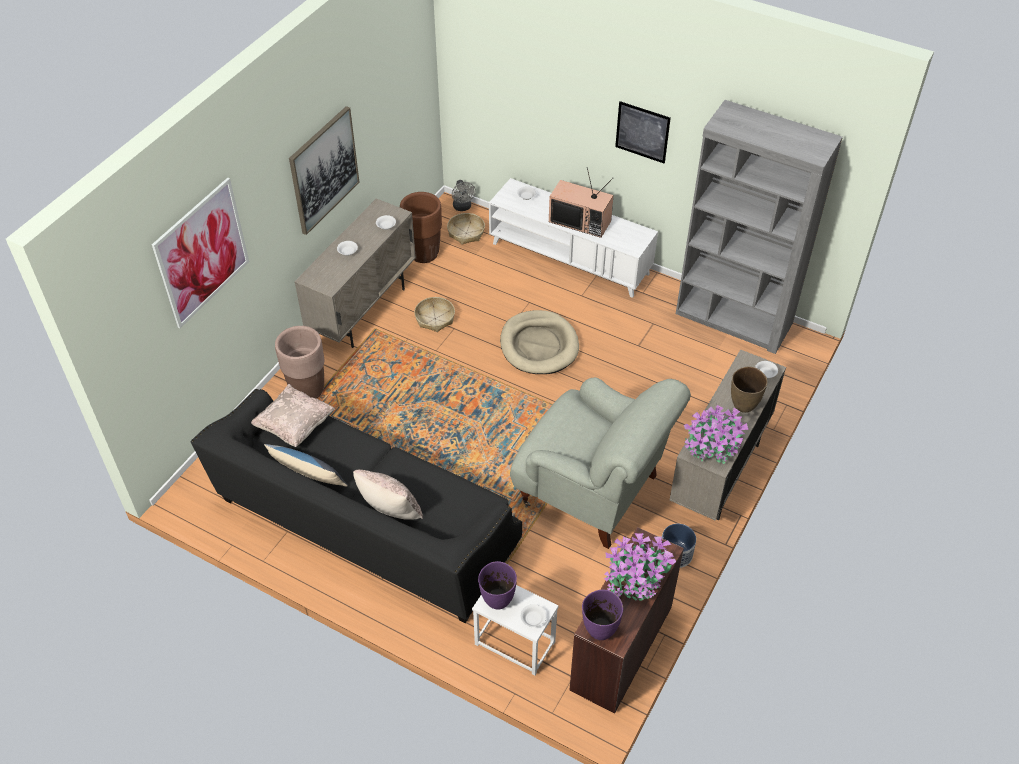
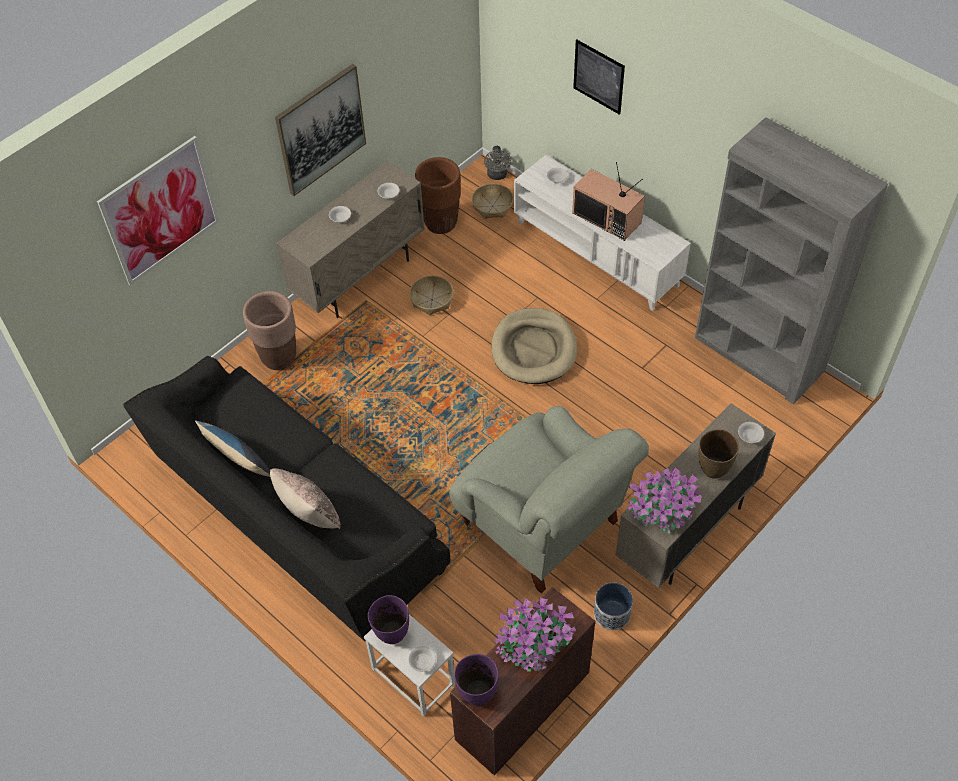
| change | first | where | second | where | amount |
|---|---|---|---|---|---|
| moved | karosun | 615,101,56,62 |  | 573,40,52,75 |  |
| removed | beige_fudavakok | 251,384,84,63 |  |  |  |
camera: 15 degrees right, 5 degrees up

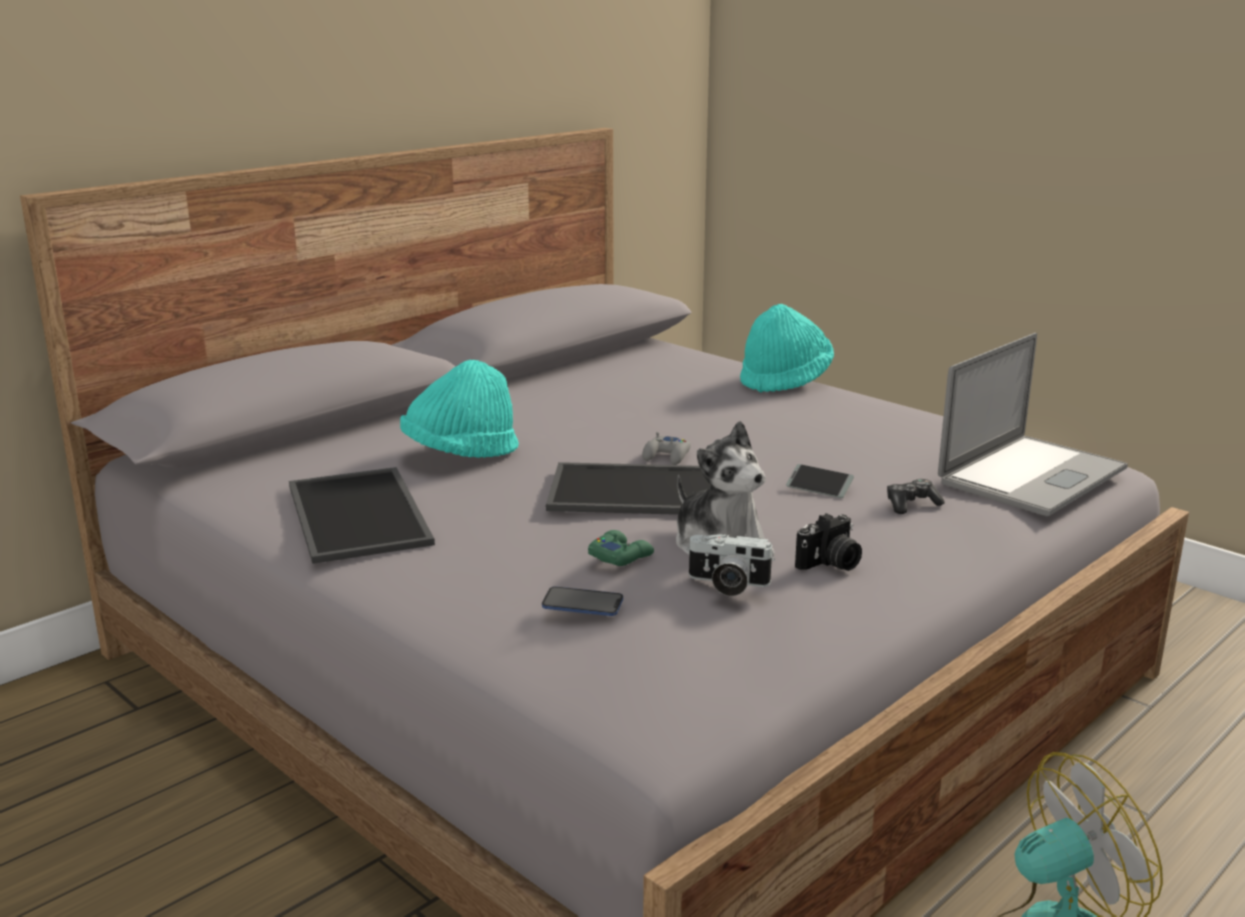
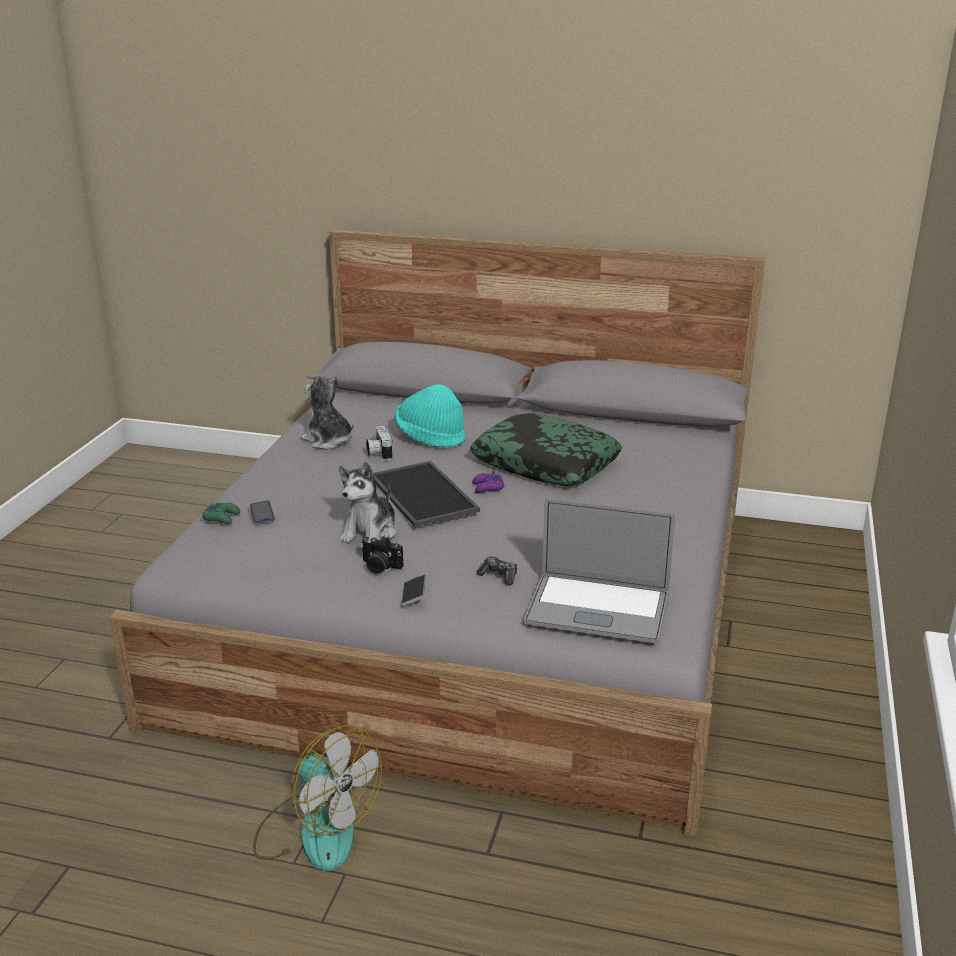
| change | first | where | second | where | amount |
|---|---|---|---|---|---|
| removed | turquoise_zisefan | 740,304,94,89 |  |  |  |
| recoloured | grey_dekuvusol | 642,432,49,33 | purple_dekuvusol | 472,471,32,22 |  |
| moved | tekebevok | 786,464,68,34 |  | 401,573,25,33 |  |
| replaced | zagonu | 289,467,146,97 | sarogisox | 301,374,53,75 |  |
| moved | green_dekuvusol | 588,530,66,36 |  | 202,502,38,22 |  |
| moved | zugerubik | 686,534,89,62 |  | 366,426,27,34 |  |
| added |  |  | fudavakok | 470,413,152,73 |  |
camera: 60 degrees right, 5 degrees up

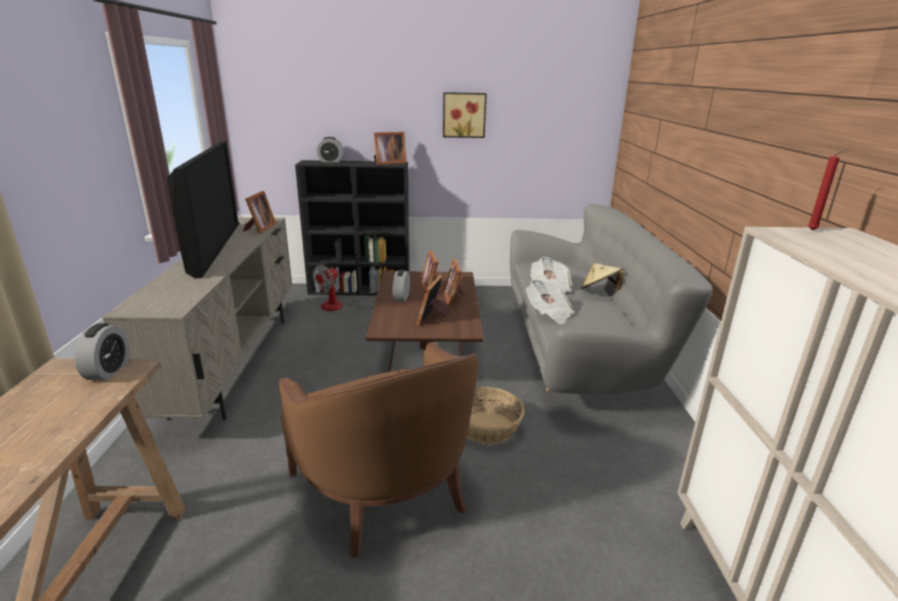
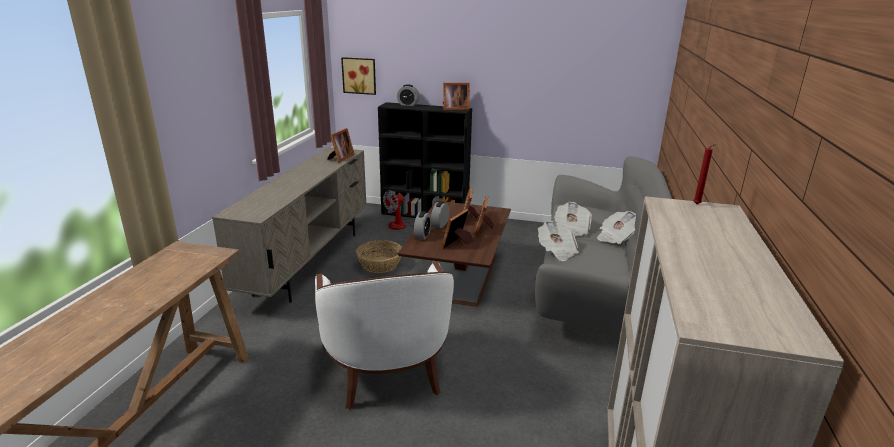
| change | first | where | second | where | amount |
|---|---|---|---|---|---|
| moved | karosun | 443,92,44,46 |  | 341,57,35,38 |  |
| removed | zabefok | 167,141,72,137 |  |  |  |
| replaced | beige_zisefan | 581,263,44,28 | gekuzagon | 597,211,39,33 |  |
| moved | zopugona | 74,323,55,58 |  | 414,211,17,29 |  |
| recoloured | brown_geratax | 279,342,199,216 | white_geratax | 315,262,139,147 |  |
| moved | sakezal | 467,387,58,58 |  | 356,240,46,33 |  |
camera: 15 degrees right, 0 degrees up

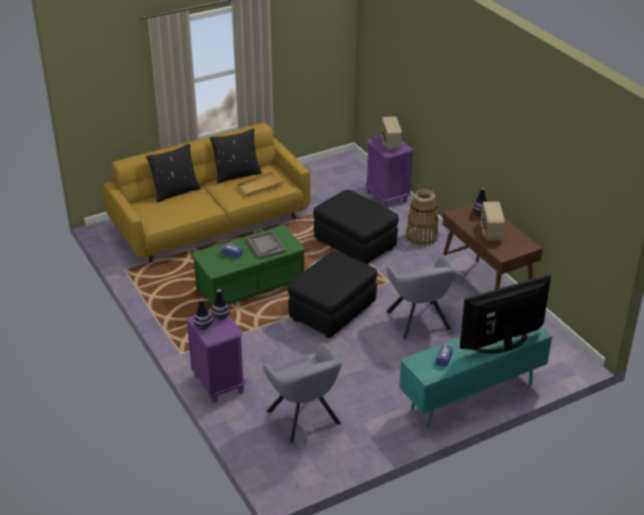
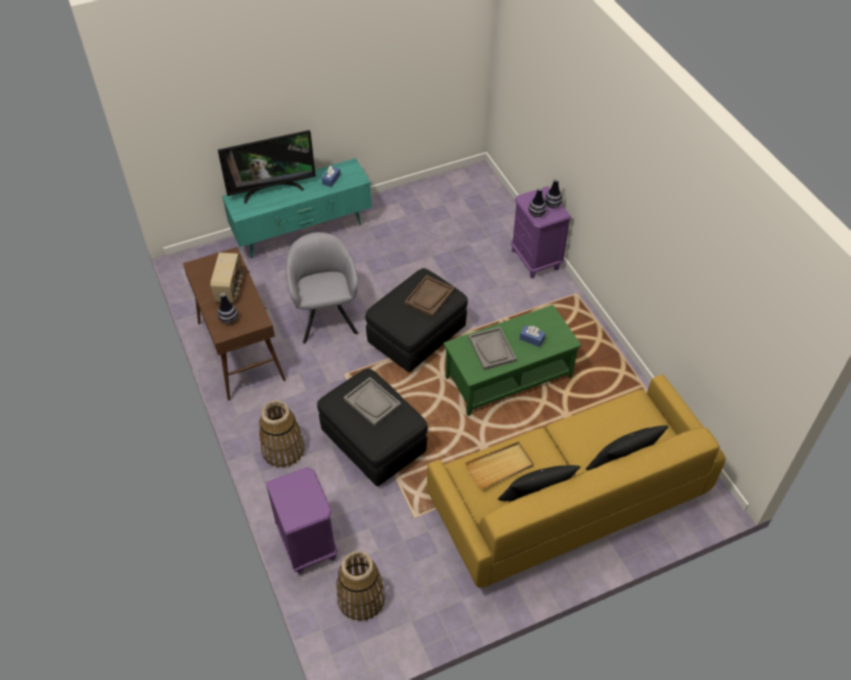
| change | first | where | second | where | amount |
|---|---|---|---|---|---|
| removed | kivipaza | 380,116,22,34 |  |  |  |
| removed | grey_geratax | 263,343,79,101 |  |  |  |
| added |  |  | brown_zagonu | 405,275,49,42 |  |
| added |  |  | grey_zagonu | 344,377,57,50 |  |
| added |  |  | sakezal | 337,551,48,70 |  |
camera: 175 degrees left, 15 degrees up

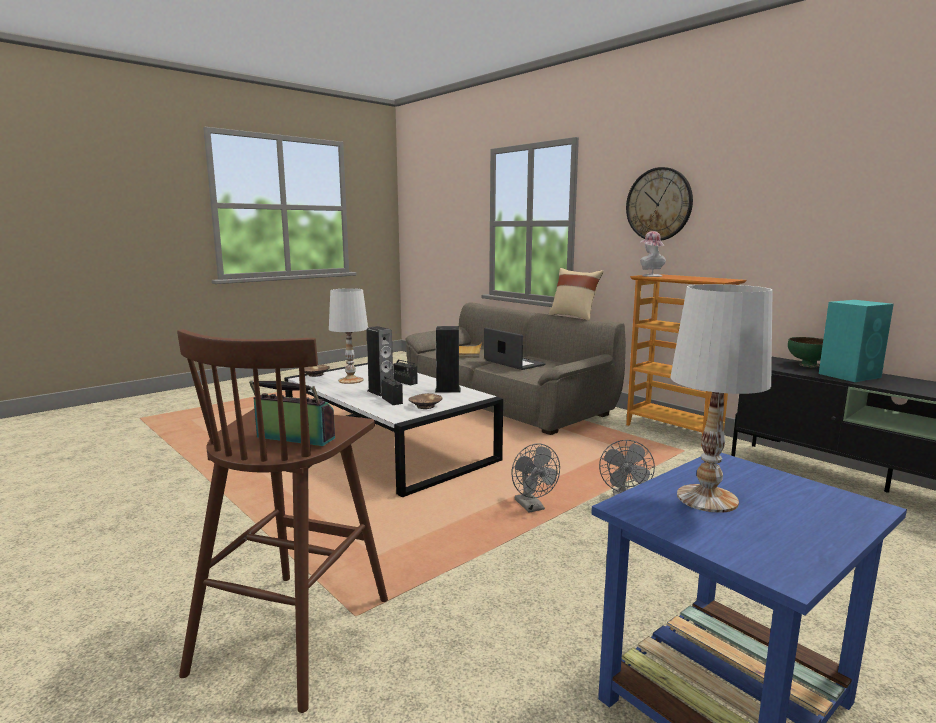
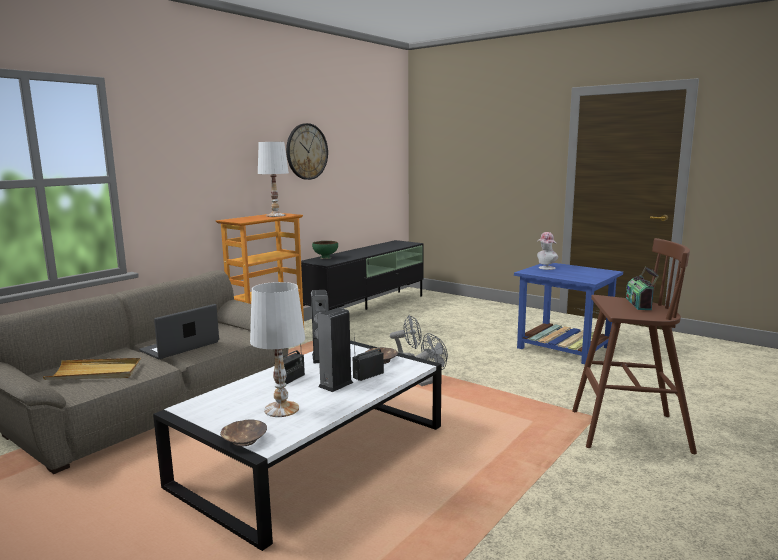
| change | first | where | second | where | amount |
|---|---|---|---|---|---|
| moved | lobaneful | 626,167,67,74 |  | 286,123,42,57 |  |
| moved | zisefan | 640,231,26,46 |  | 537,232,21,38 |  |
| removed | beige_fudavakok | 549,268,54,53 |  |  |  |
| moved | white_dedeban | 670,284,103,229 |  | 258,142,31,75 |  |
| removed | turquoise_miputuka | 819,300,75,82 |  |  |  |
camera: 100 degrees left, 0 degrees up

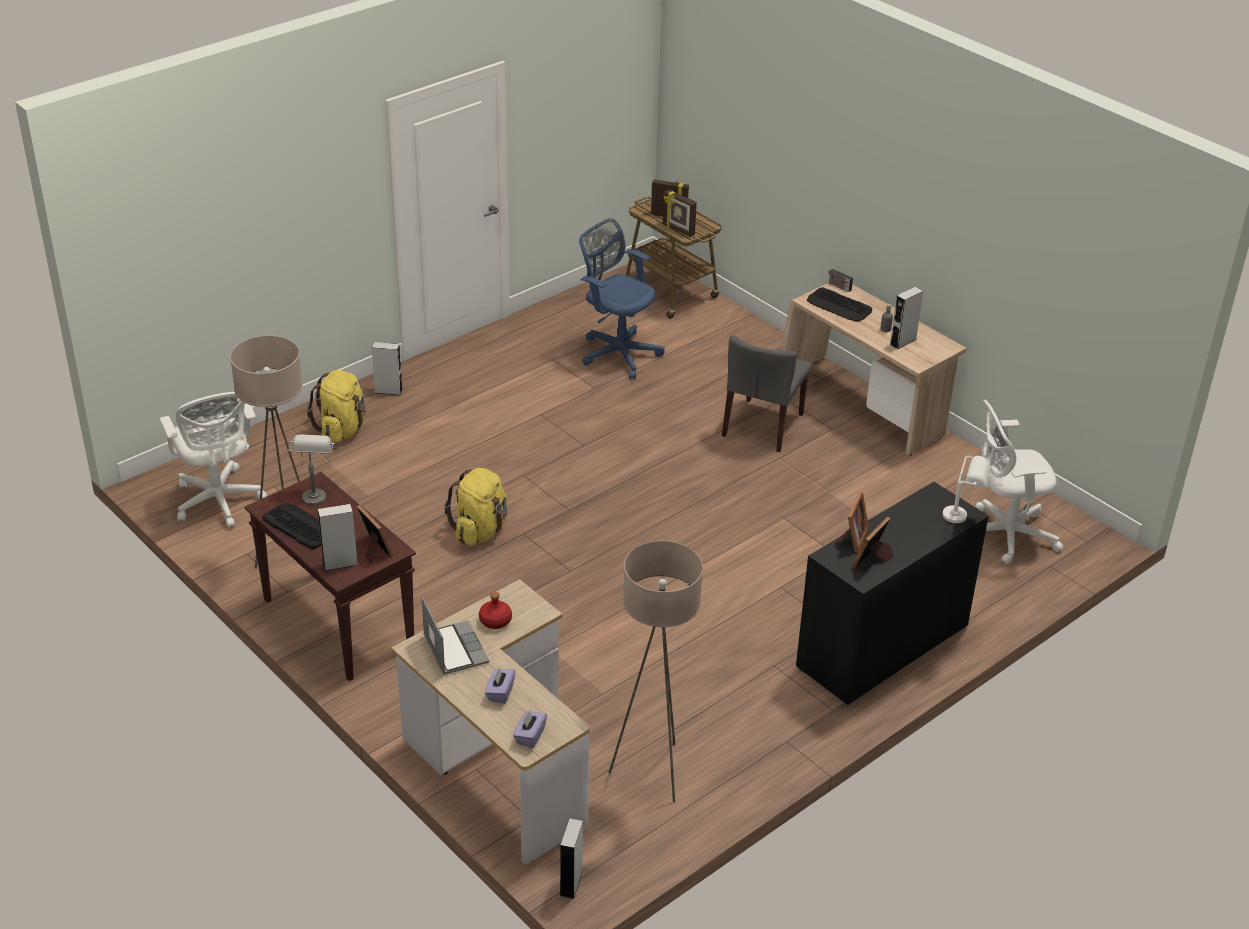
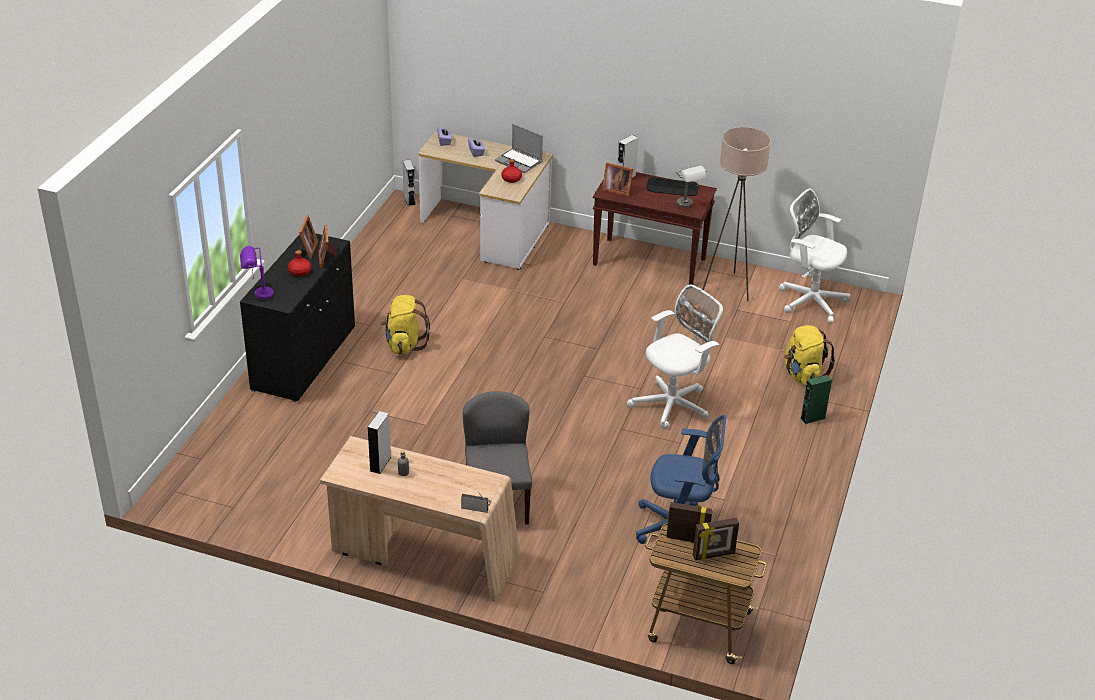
| change | first | where | second | where | amount |
|---|---|---|---|---|---|
| removed | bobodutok | 807,287,65,35 |  |  |  |
| recoloured | grey_miputuka | 372,342,31,53 | green_miputuka | 800,375,32,49 |  |
| moved | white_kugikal | 975,400,88,164 |  | 627,285,96,145 |  |
| recoloured | white_dedeban | 942,456,48,67 | purple_dedeban | 240,246,33,53 |  |
| moved | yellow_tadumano | 445,468,63,78 |  | 381,295,49,59 |  |
| removed | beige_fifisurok | 609,541,94,262 |  |  |  |
| added |  |  | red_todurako | 288,250,23,27 |  |
camera: 150 degrees right, 0 degrees up

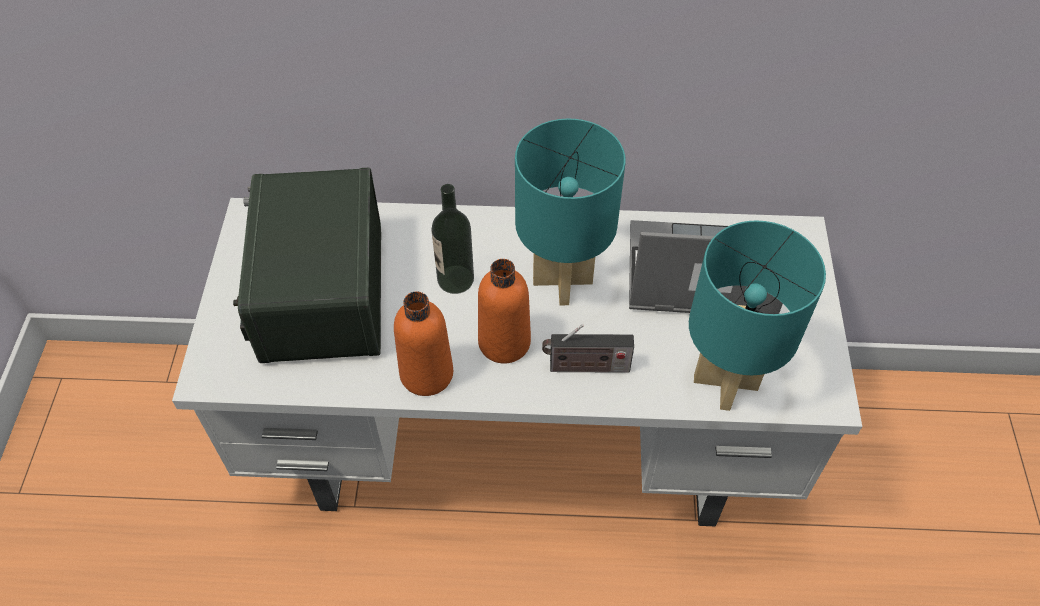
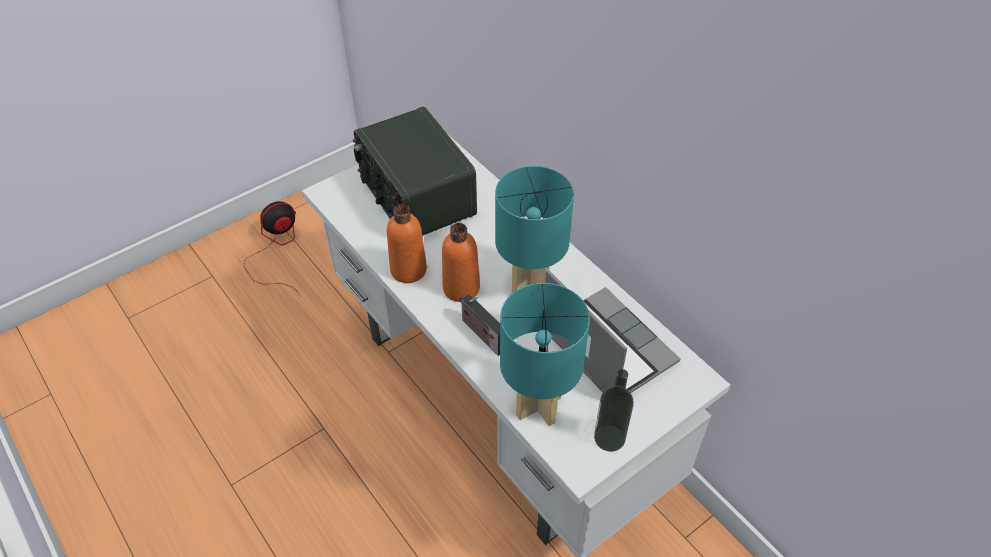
| change | first | where | second | where | amount |
|---|---|---|---|---|---|
| turned | kivipaza | 233,168,148,195 |  | 353,107,124,129 | 75 degrees counterclockwise |
| moved | todurako | 431,184,43,110 |  | 594,369,40,83 |  |
| added |  |  | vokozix | 244,201,56,95 |  |
camera: 50 degrees right, 5 degrees down

